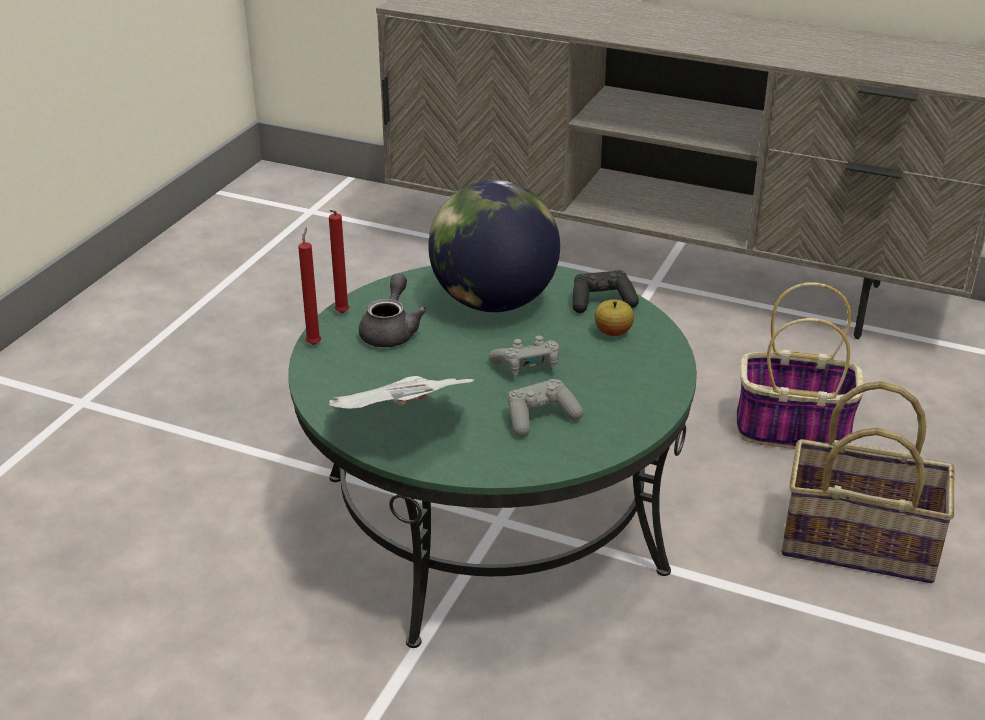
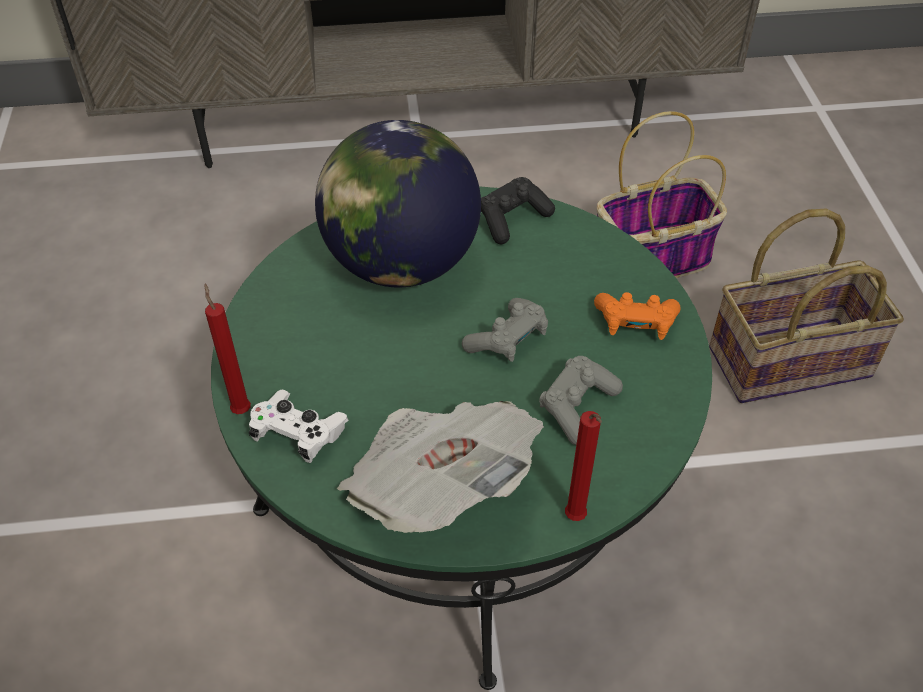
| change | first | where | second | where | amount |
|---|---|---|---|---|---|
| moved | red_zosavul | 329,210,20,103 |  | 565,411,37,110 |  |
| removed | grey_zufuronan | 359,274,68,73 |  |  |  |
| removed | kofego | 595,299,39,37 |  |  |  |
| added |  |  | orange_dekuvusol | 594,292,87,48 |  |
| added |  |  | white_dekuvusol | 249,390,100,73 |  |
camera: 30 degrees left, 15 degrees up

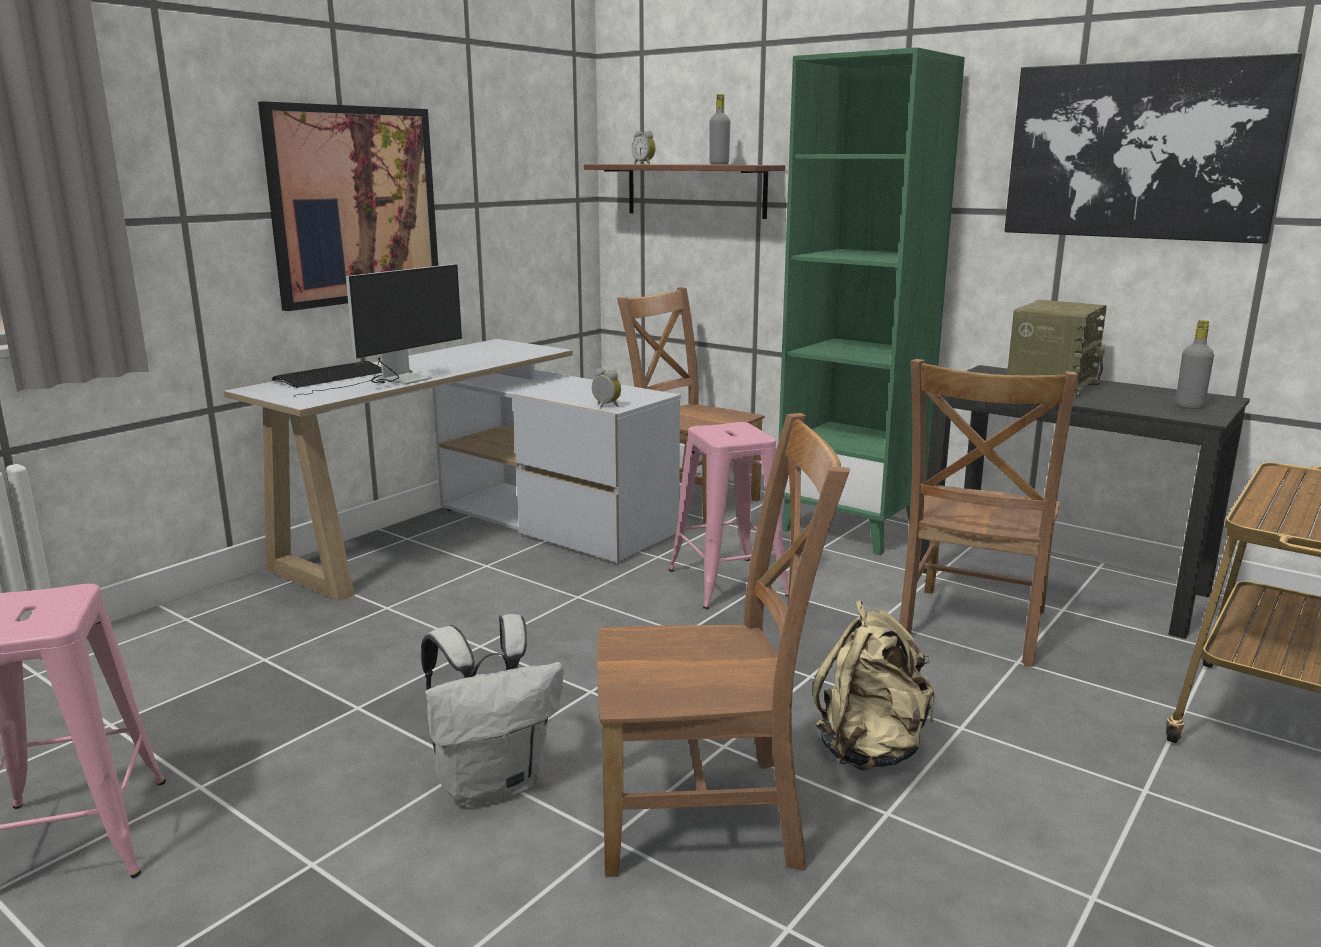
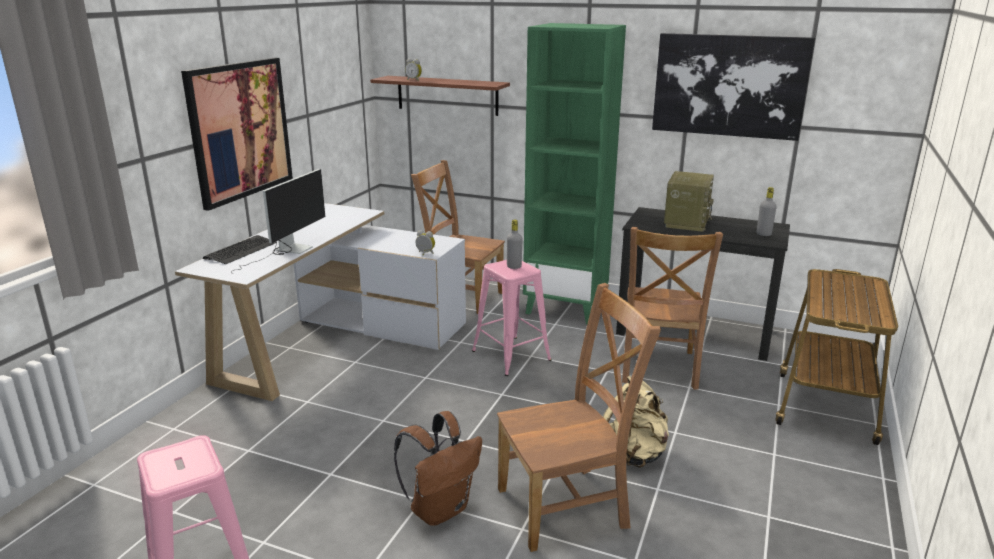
| change | first | where | second | where | amount |
|---|---|---|---|---|---|
| moved | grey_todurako | 710,94,20,71 |  | 507,220,16,49 |  |
| recoloured | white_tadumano | 421,614,142,193 | brown_tadumano | 394,411,88,115 |  |
camera: 15 degrees left, 5 degrees up

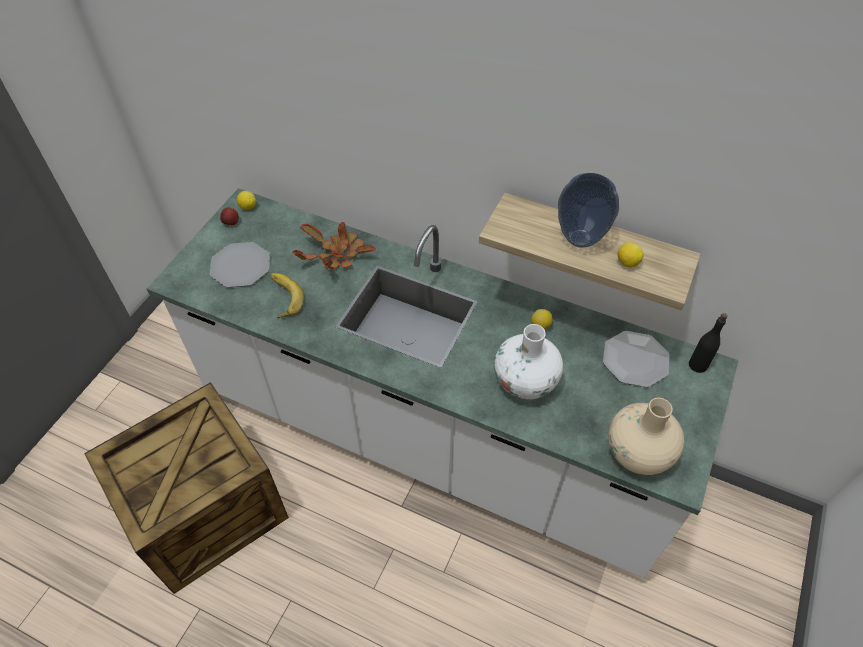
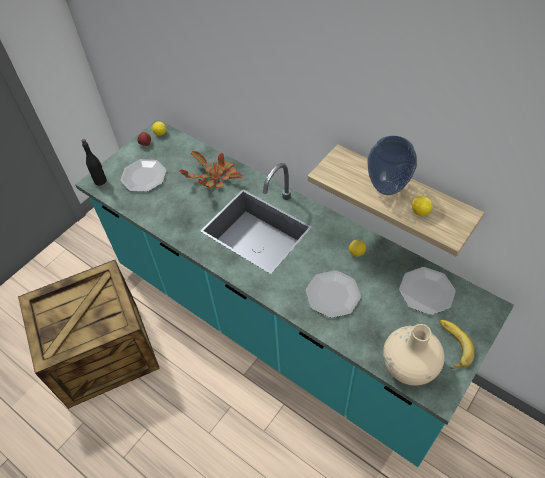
| change | first | where | second | where | amount |
|---|---|---|---|---|---|
| recoloured | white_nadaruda | 147,188,592,390 | turquoise_nadaruda | 75,119,439,348 |  |
| moved | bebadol | 270,273,34,45 |  | 439,320,36,49 |  |
| moved | black_todurako | 689,313,38,60 |  | 82,139,25,47 |  |
| replaced | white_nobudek | 494,324,69,76 | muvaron | 306,270,55,48 |  |
camera: 15 degrees right, 0 degrees up

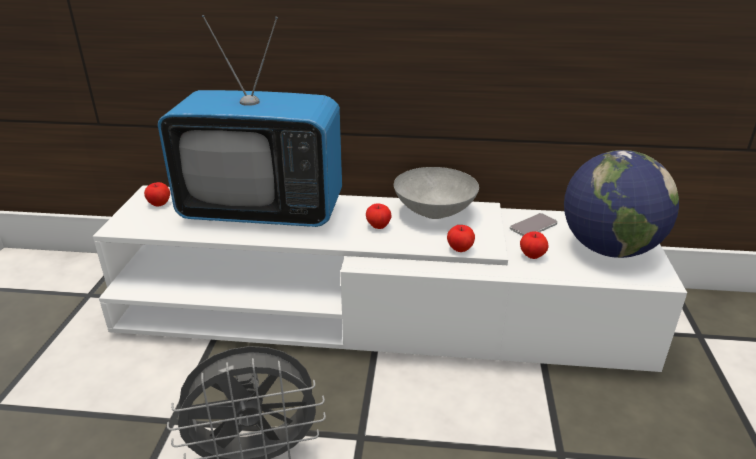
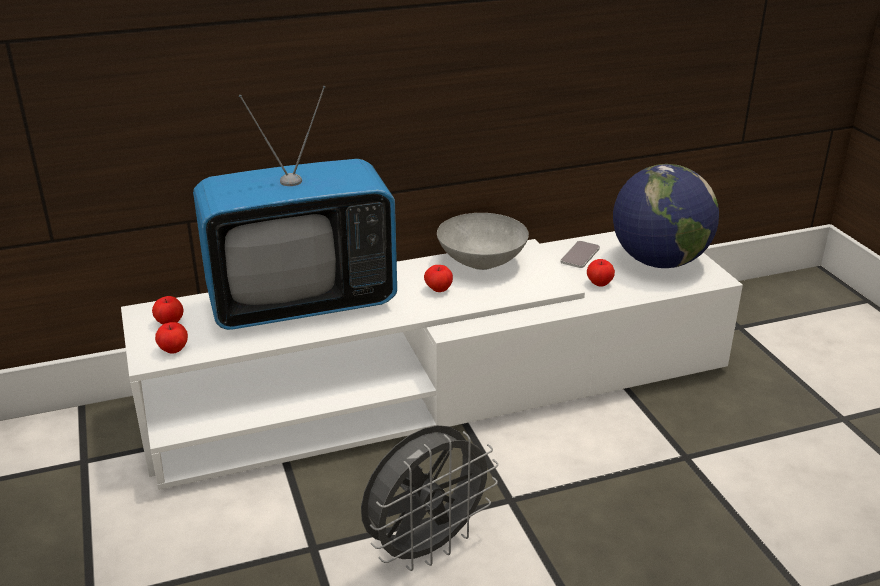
| change | first | where | second | where | amount |
|---|---|---|---|---|---|
| moved | kofego | 447,225,28,27 |  | 155,322,33,32 |  |
camera: 25 degrees left, 0 degrees up

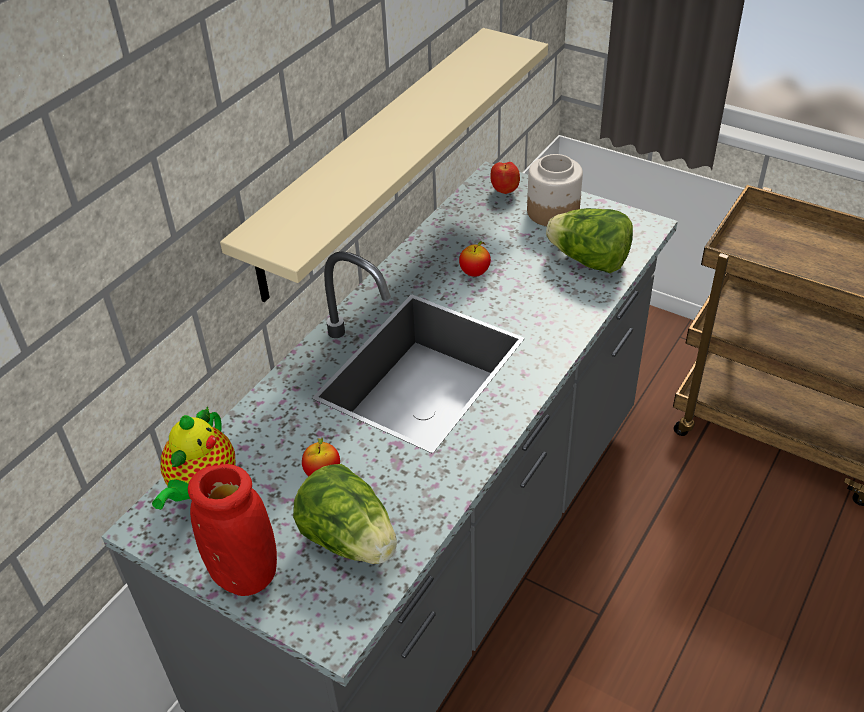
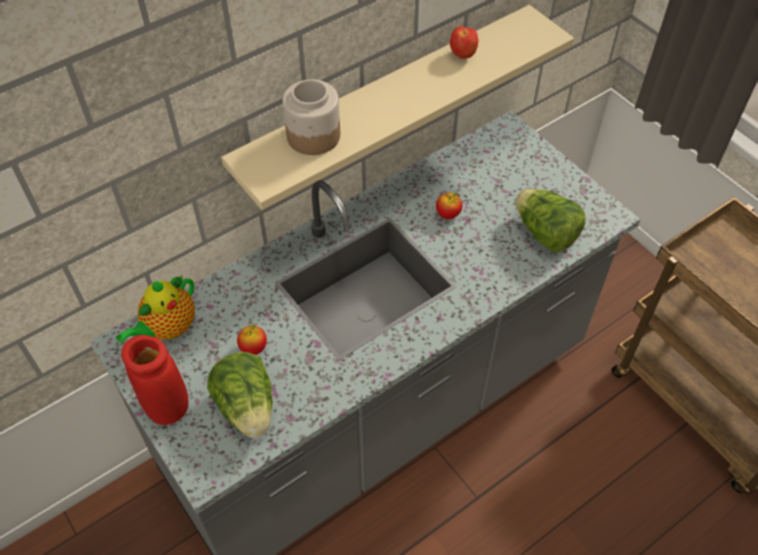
| change | first | where | second | where | amount |
|---|---|---|---|---|---|
| moved | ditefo | 527,154,56,72 |  | 282,79,58,76 |  |
| moved | kofego | 491,162,29,32 |  | 450,26,28,33 |  |
camera: 20 degrees right, 10 degrees up

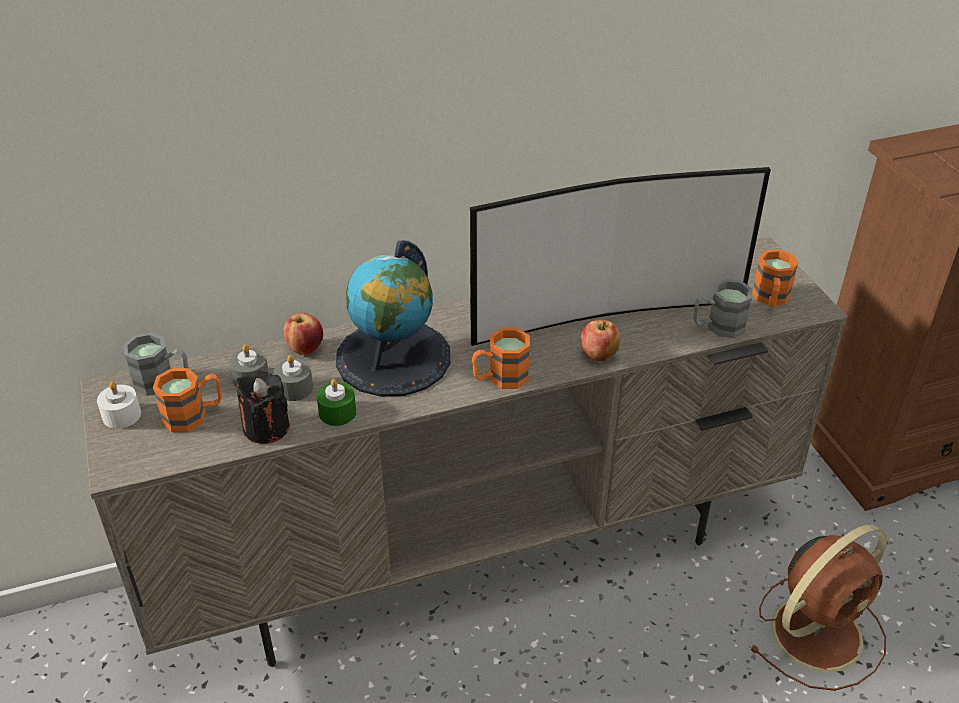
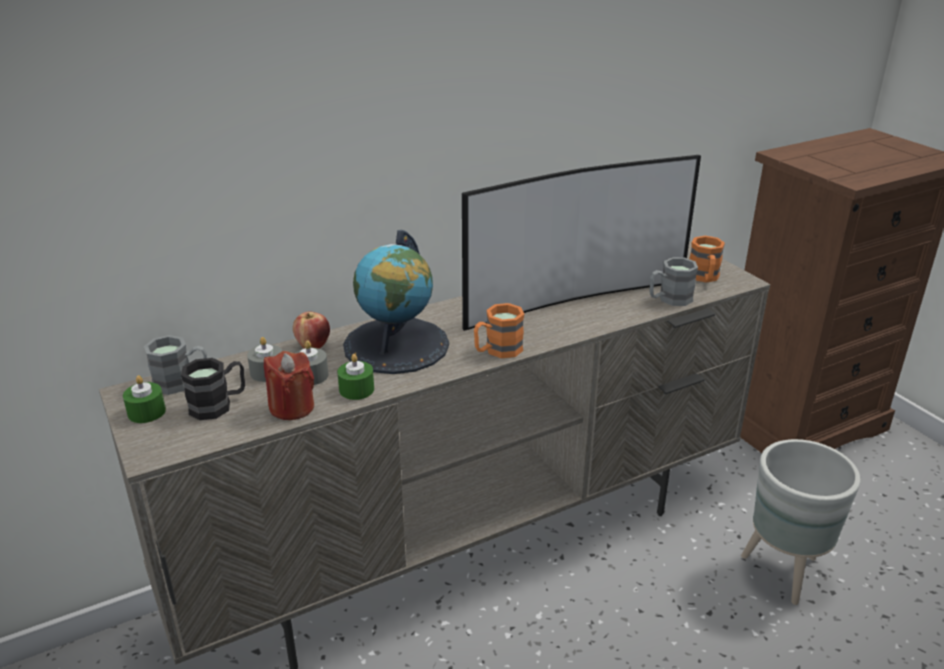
| change | first | where | second | where | amount |
|---|---|---|---|---|---|
| removed | kofego | 581,319,39,42 |  |  |  |
| recoloured | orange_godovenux | 153,368,69,64 | black_godovenux | 181,358,64,62 |  |
| recoloured | black_zosavul | 236,371,54,73 | red_zosavul | 264,351,50,69 |  |
| recoloured | white_zosavul | 97,382,44,47 | green_zosavul | 123,375,43,48 |  |
| replaced | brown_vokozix | 749,524,138,167 | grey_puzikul | 741,439,120,166 |  |
camera: 10 degrees left, 10 degrees down

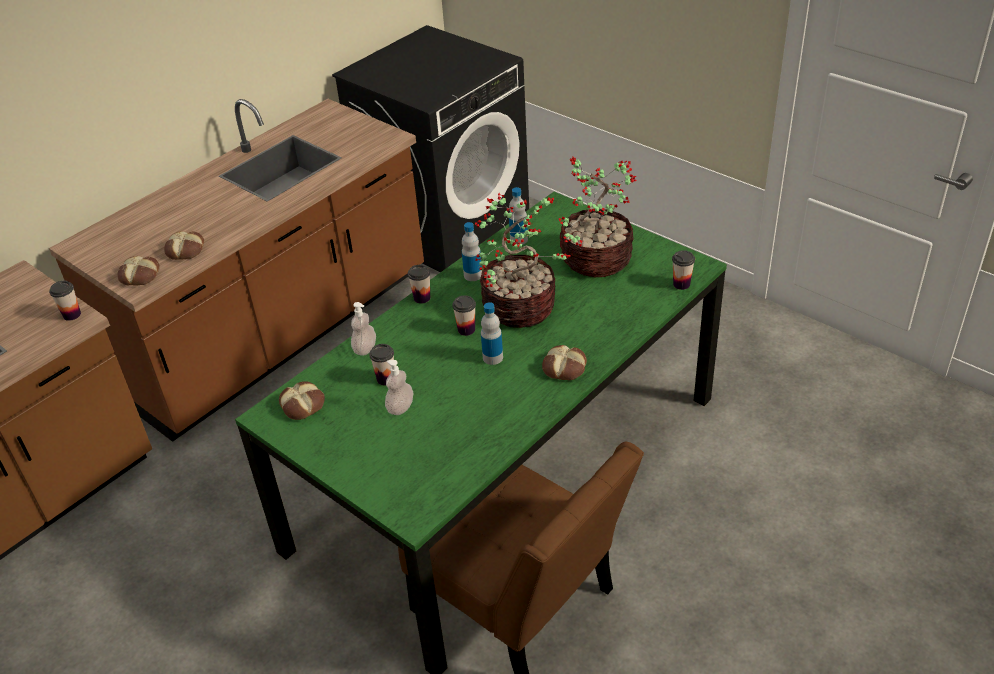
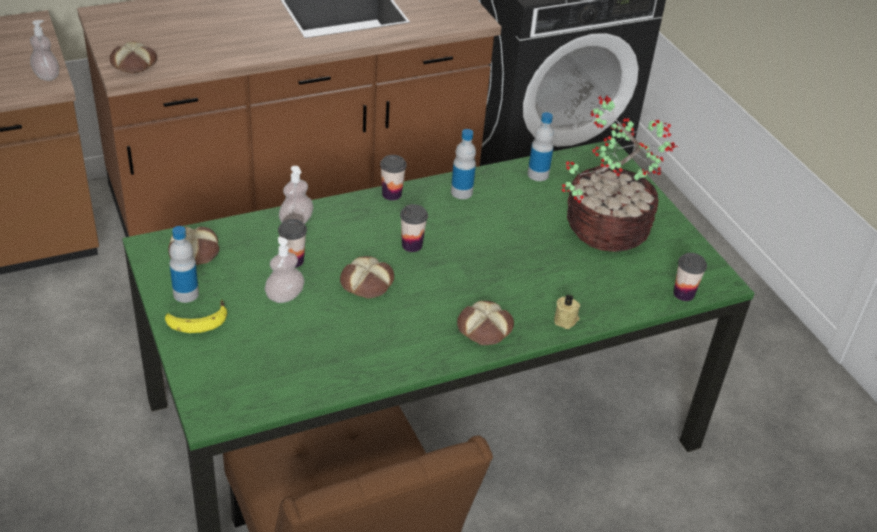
| change | first | where | second | where | amount |
|---|---|---|---|---|---|
| removed | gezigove | 475,193,95,135 |  |  |  |
| moved | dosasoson | 164,231,40,29 |  | 340,256,54,43 |  |
| replaced | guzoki | 49,281,32,40 | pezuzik | 30,20,29,61 |  |
| moved | todurako | 481,302,22,63 |  | 169,226,30,77 |  |
| added |  |  | beige_zosavul | 554,294,26,35 |  |
| added |  |  | bebadol | 165,299,62,34 |  |
camera: 20 degrees right, 0 degrees up

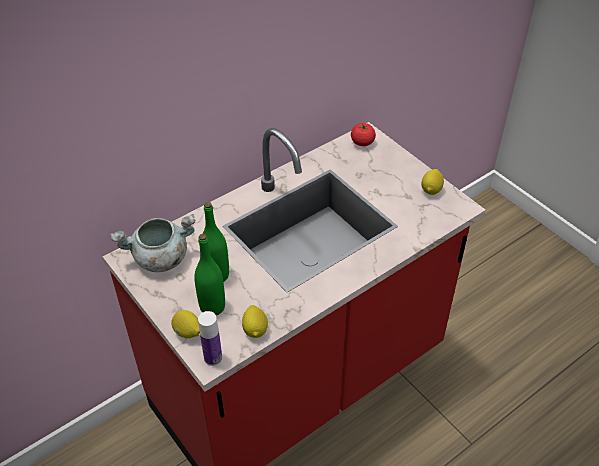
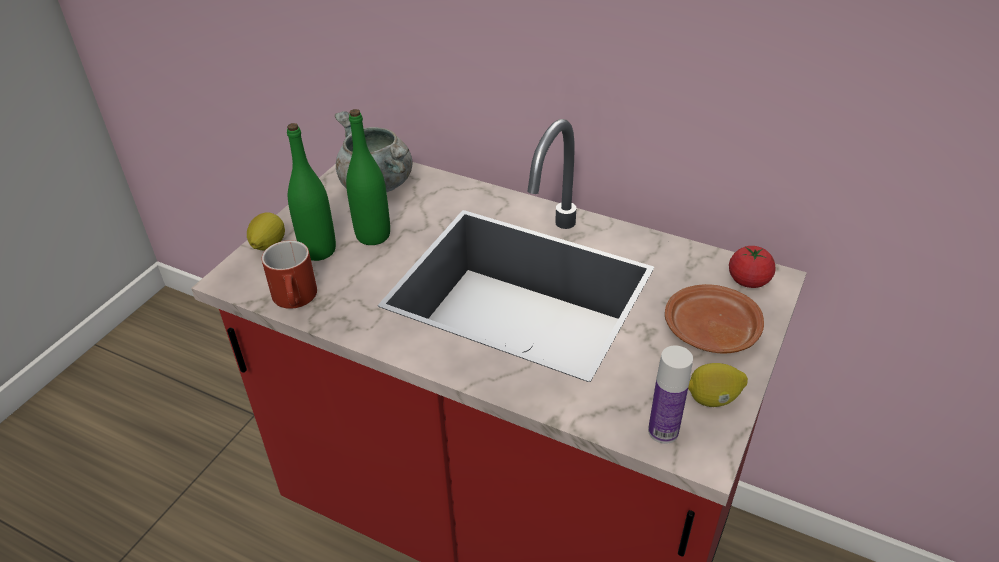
| change | first | where | second | where | amount |
|---|---|---|---|---|---|
| replaced | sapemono | 242,305,26,33 | red_godovenux | 262,240,55,69 |  |
| moved | todurako | 198,311,24,55 |  | 648,346,45,98 |  |
| added |  |  | brown_muvaron | 665,284,99,69 |  |
camera: 65 degrees right, 5 degrees down

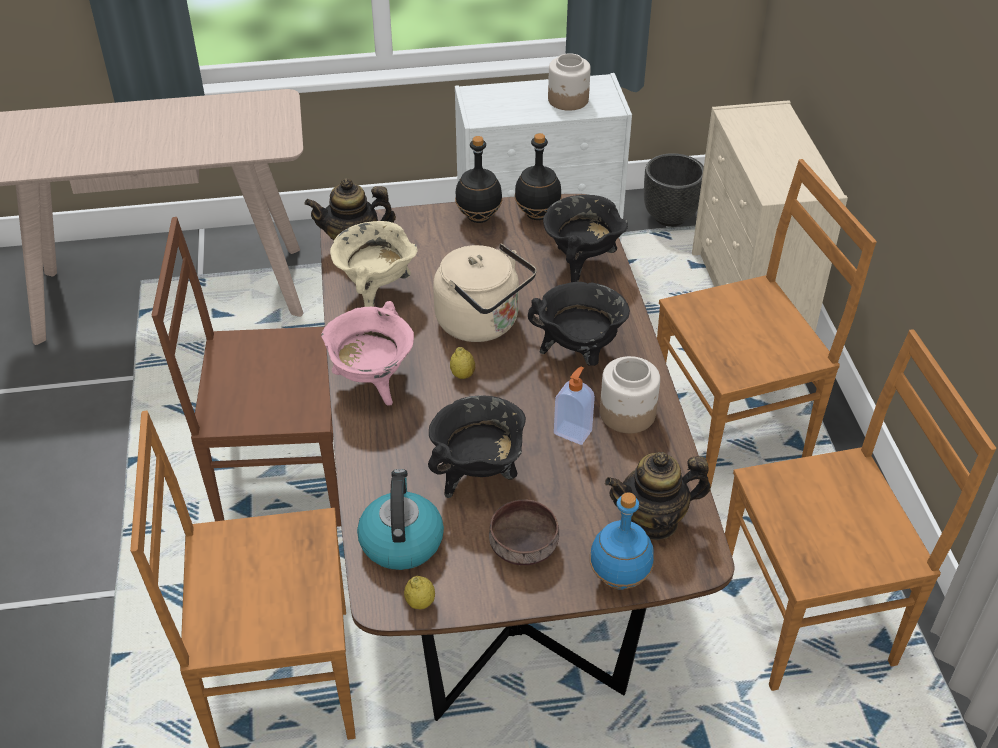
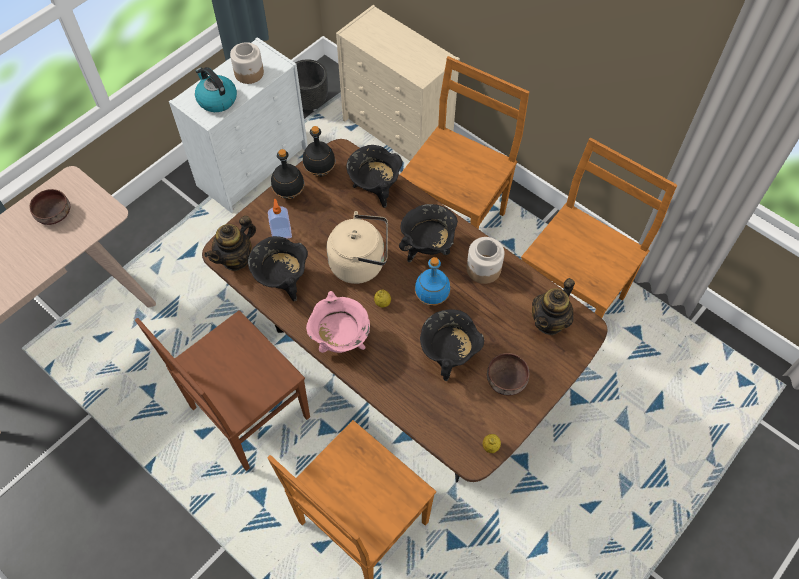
| change | first | where | second | where | amount |
|---|---|---|---|---|---|
| recoloured | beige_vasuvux | 330,221,88,86 | black_vasuvux | 248,236,60,65 |  |
| moved | pezuzik | 554,367,41,78 |  | 268,199,24,40 |  |
| moved | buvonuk | 357,469,87,101 |  | 195,67,42,45 |  |
| moved | blue_todurako | 590,492,64,98 |  | 415,257,35,49 |  |
| added |  |  | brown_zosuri | 29,189,41,36 |  |
camera: 40 degrees left, 15 degrees up

